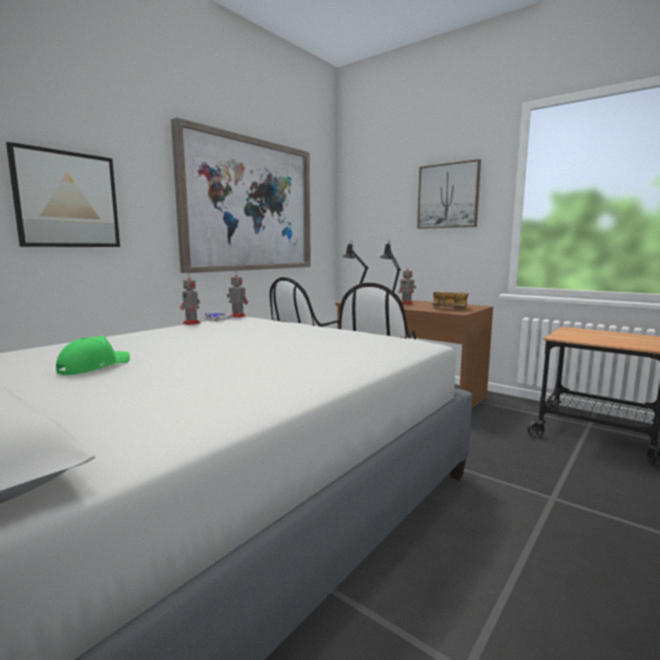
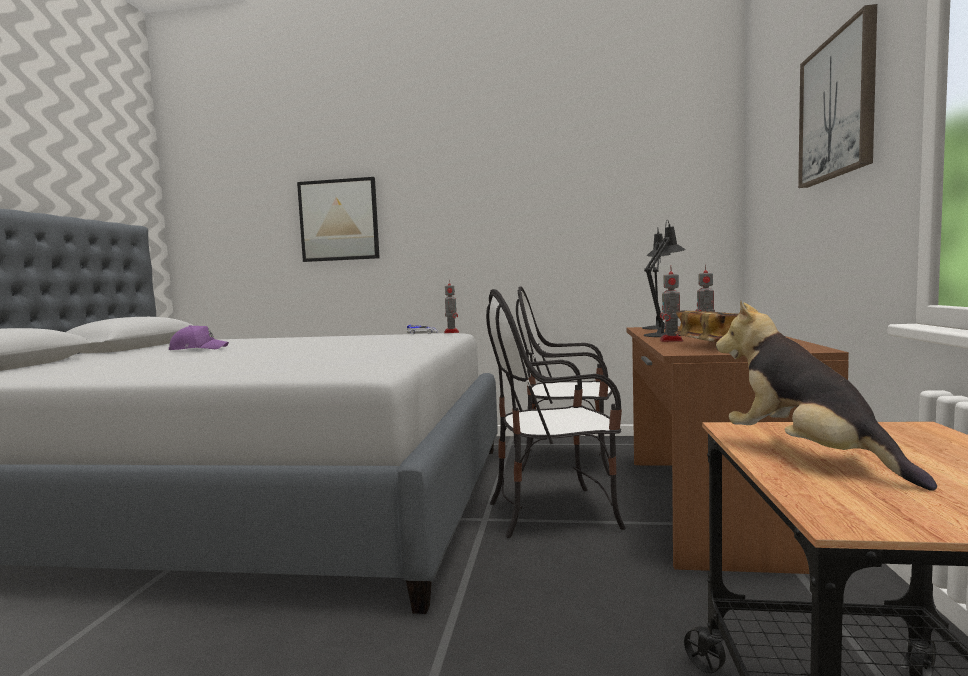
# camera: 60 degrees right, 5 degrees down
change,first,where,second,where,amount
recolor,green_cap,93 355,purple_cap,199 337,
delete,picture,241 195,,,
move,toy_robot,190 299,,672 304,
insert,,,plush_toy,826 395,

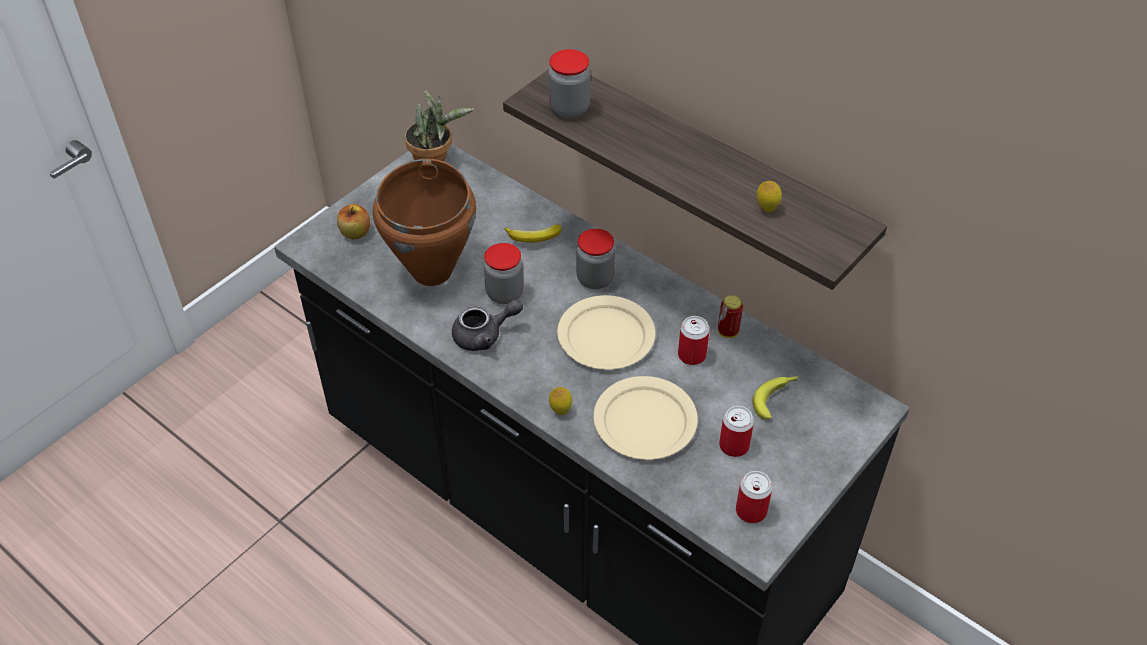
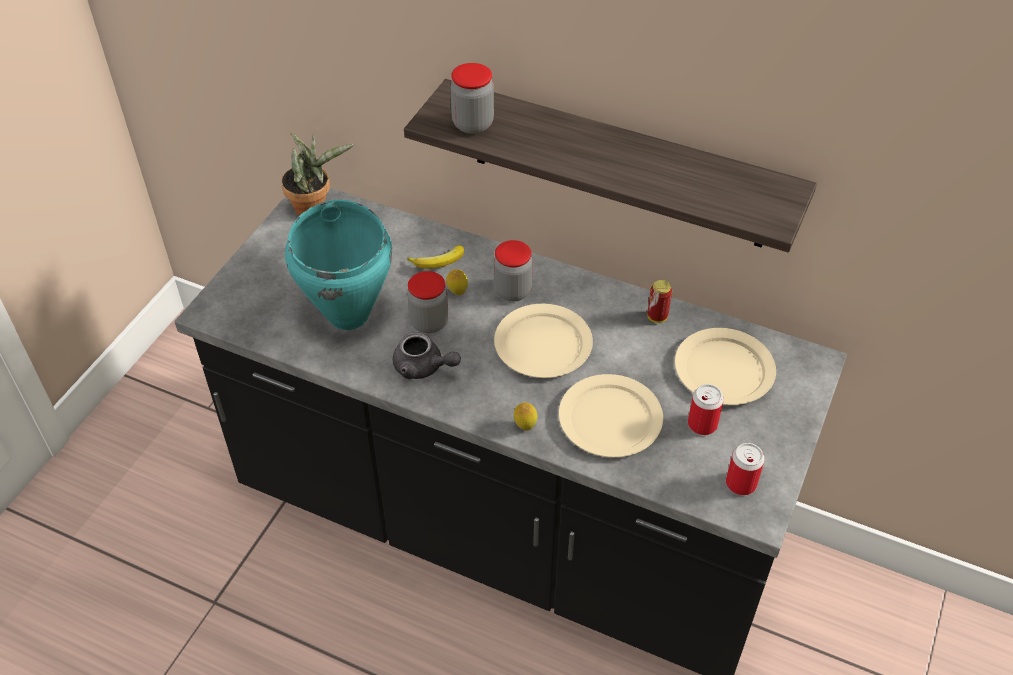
# camera: 15 degrees left, 0 degrees up
change,first,where,second,where,amount
delete,apple,353 221,,,
recolor,brown_cooking_pot,424 222,turquoise_cooking_pot,338 265,
rotate,grey_teapot,487 325,,427 355,60 degrees clockwise
delete,can,694 340,,,
replace,banana,775 398,beige_plate,725 366,
move,lemon,769 196,,457 282,

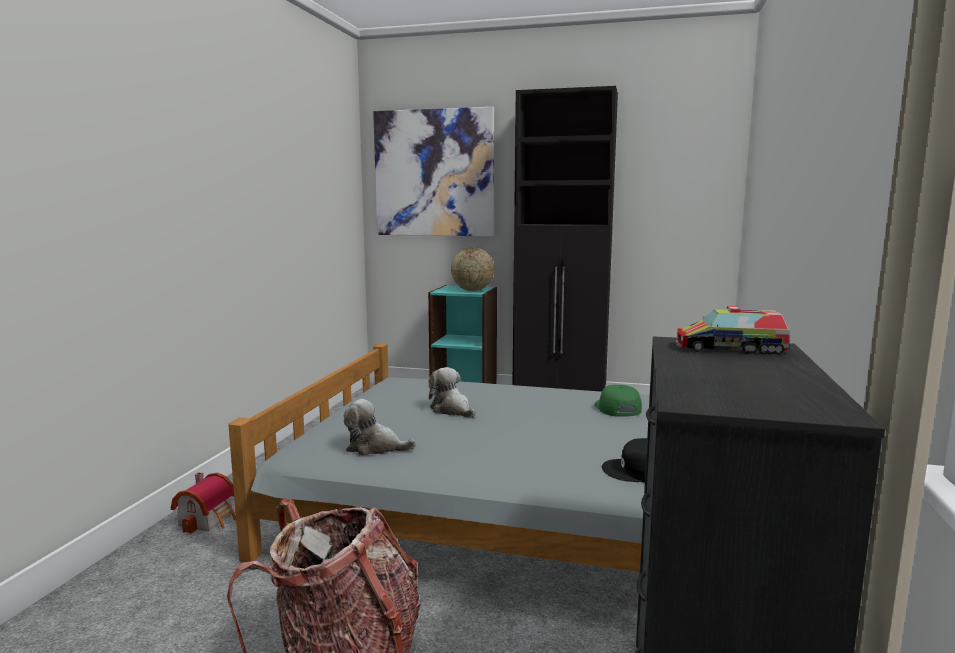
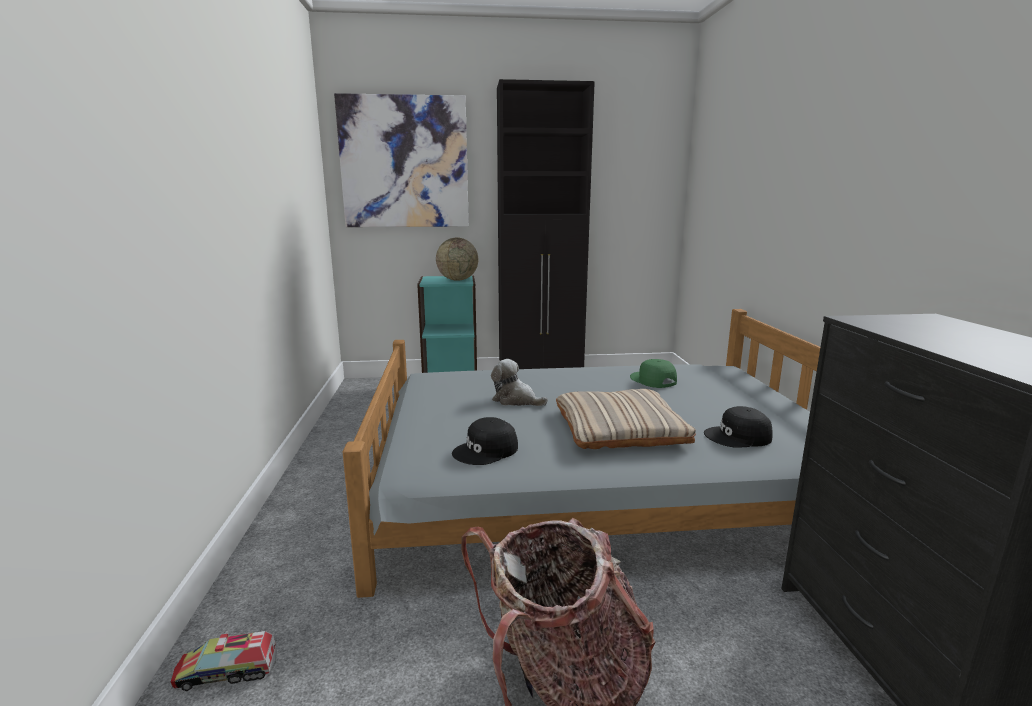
# camera: 20 degrees left, 5 degrees up
change,first,where,second,where,amount
delete,toy_house,203 503,,,
replace,plush_toy,380 427,black_cap,485 441,
move,toy_truck,733 330,,223 661,
insert,,,beige_pillow,626 419,

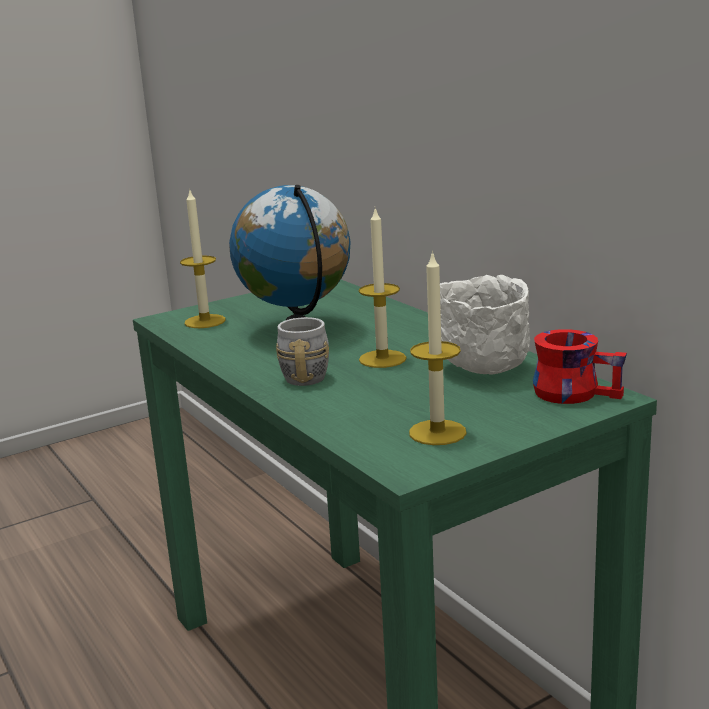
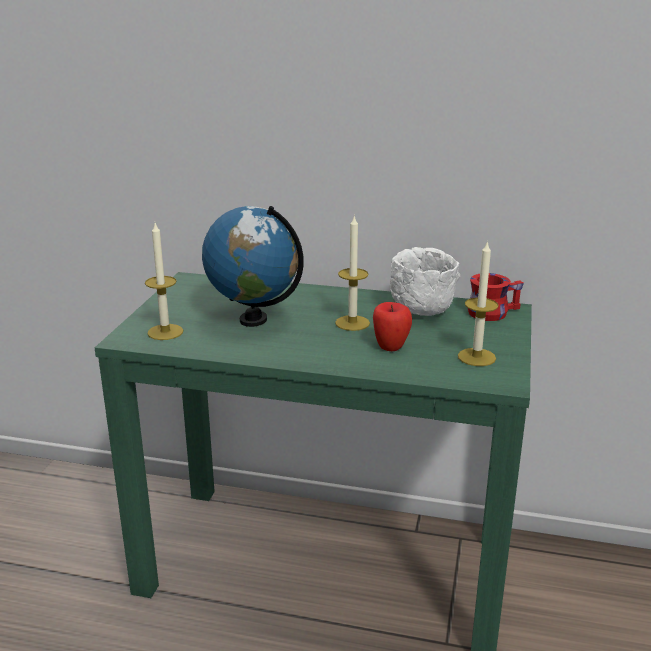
# camera: 45 degrees left, 5 degrees up
change,first,where,second,where,amount
delete,grey_mug,302 351,,,
insert,,,apple,392 326,

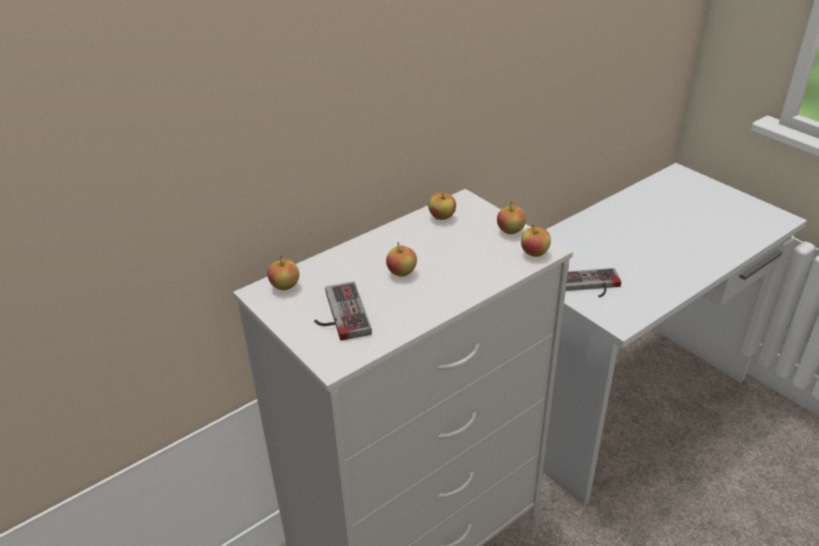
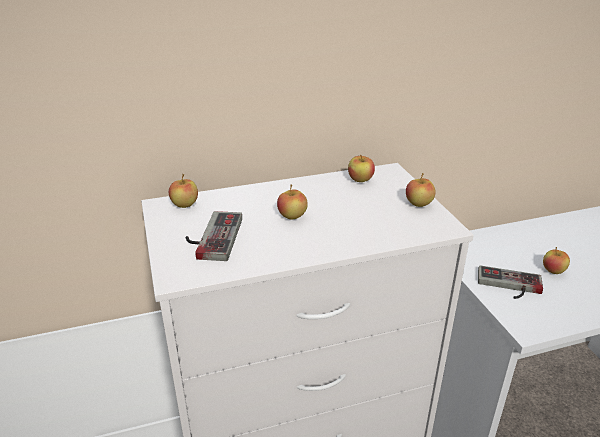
# camera: 20 degrees right, 5 degrees down
change,first,where,second,where,amount
move,apple,536 240,,556 260,

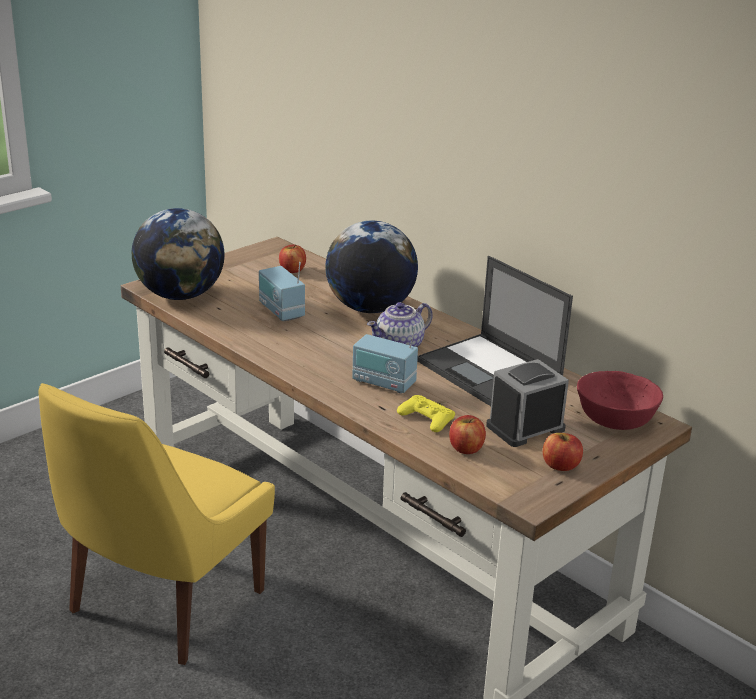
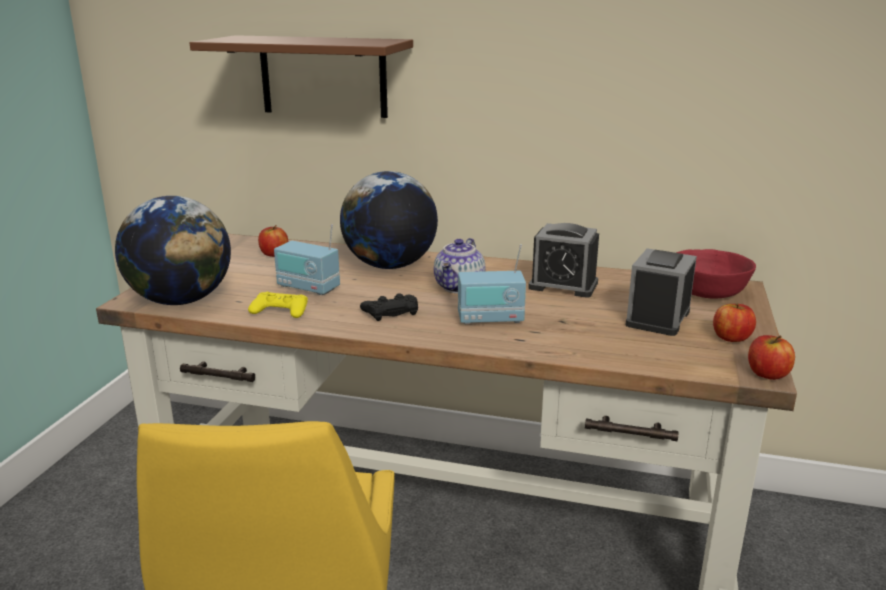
# camera: 30 degrees left, 5 degrees down
change,first,where,second,where,amount
move,yellow_game_controller,426 413,,278 305,
replace,laptop,495 331,alarm_clock,563 260,
move,apple,467 434,,771 357,
insert,,,brown_shelf,301 76,
insert,,,black_game_controller,389 307,

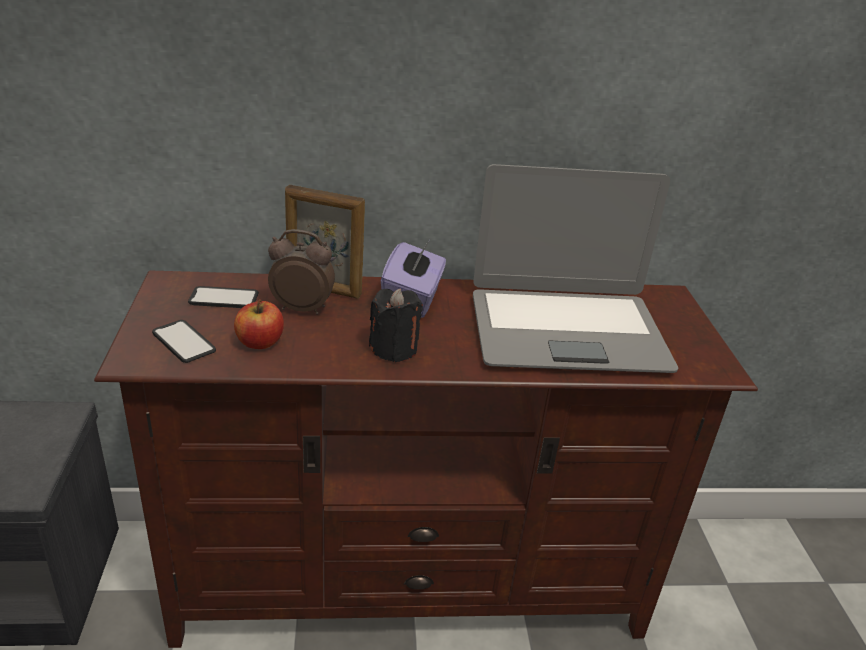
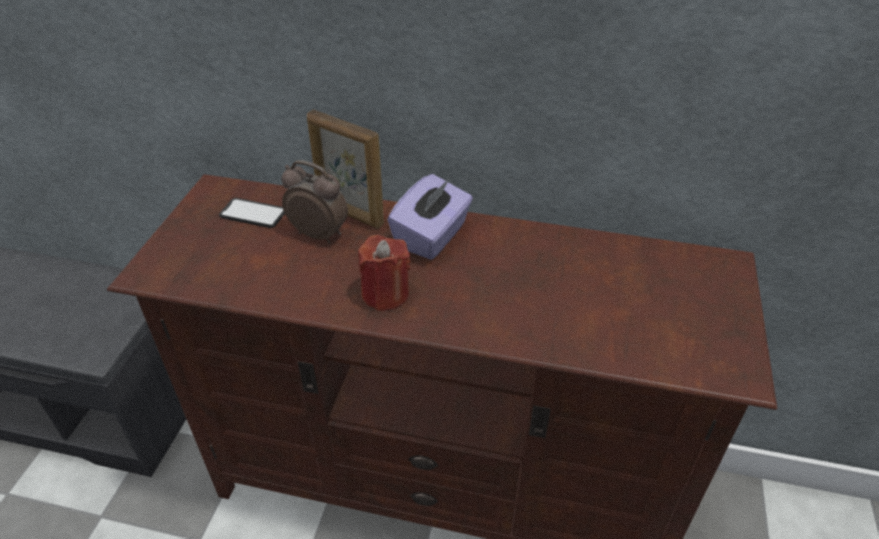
# camera: 20 degrees right, 10 degrees up
change,first,where,second,where,amount
delete,phone,184 341,,,
delete,apple,259 324,,,
recolor,black_candle,396 325,red_candle,384 273,
delete,laptop,575 268,,,

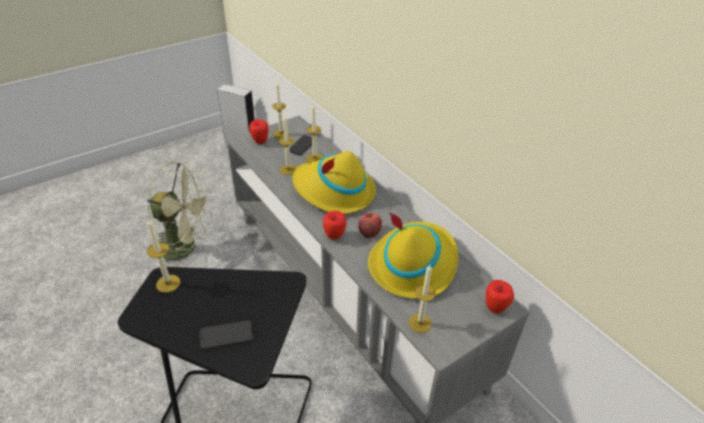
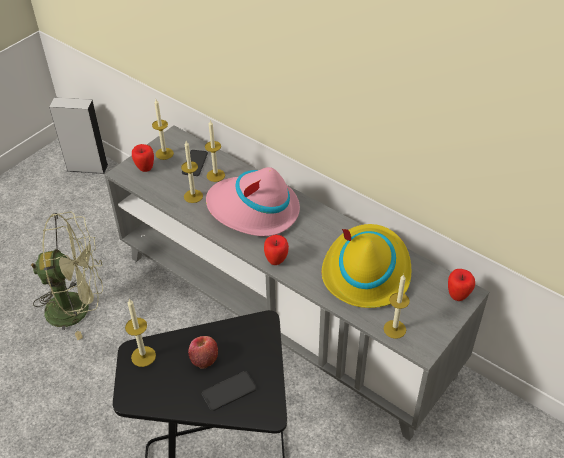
# camera: 15 degrees left, 5 degrees up
change,first,where,second,where,amount
recolor,yellow_hat,334 182,pink_hat,253 201,
move,apple,370 225,,203 352,

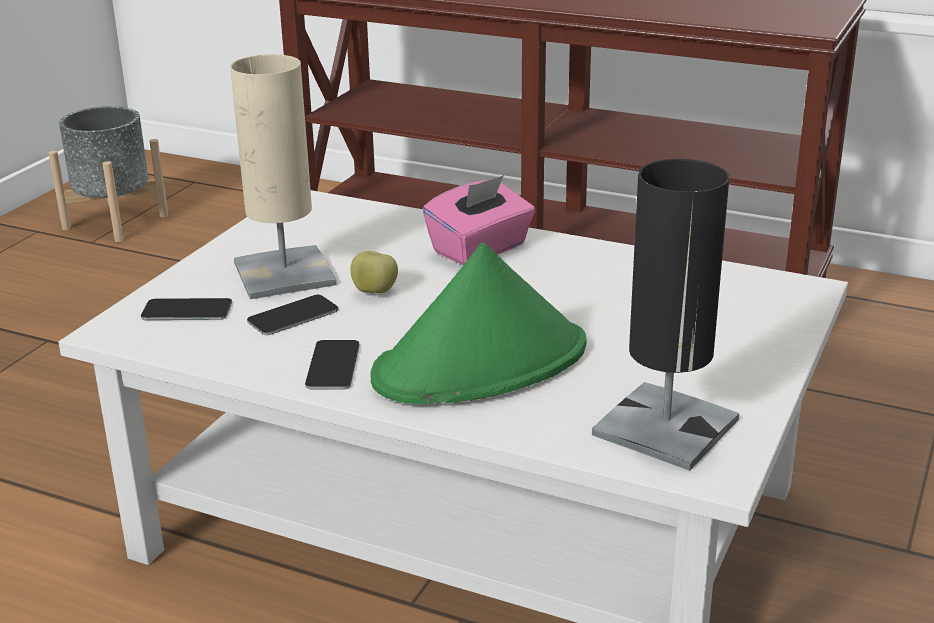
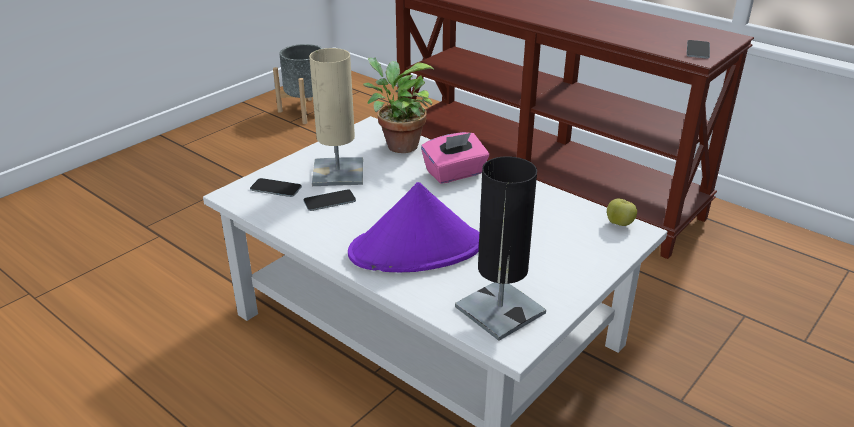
# camera: 15 degrees right, 5 degrees up
change,first,where,second,where,amount
move,phone,332 365,,698 49,
move,apple,374 272,,622 212,
recolor,green_hat,479 323,purple_hat,413 227,
insert,,,potted_plant,399 105,

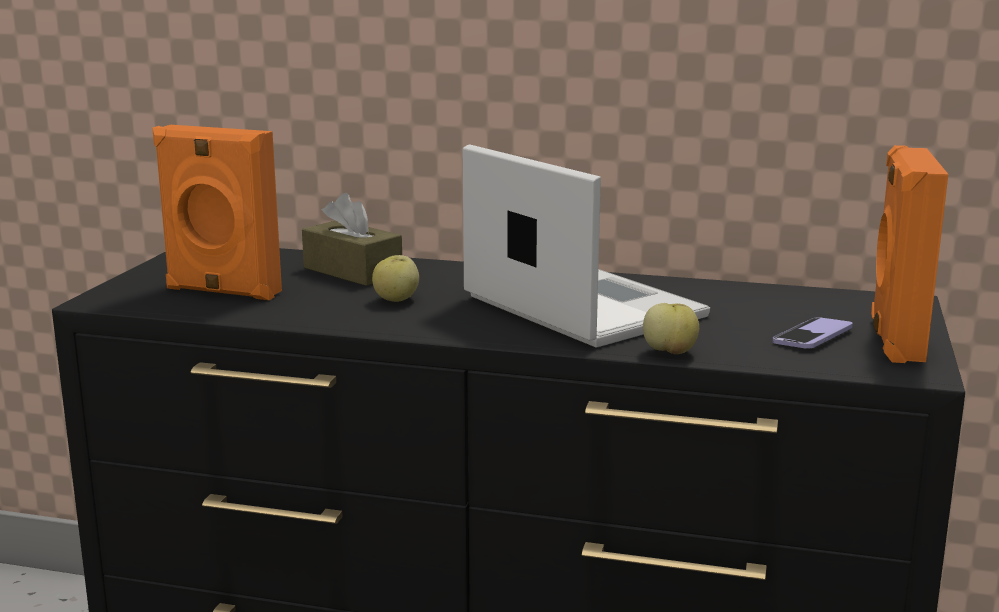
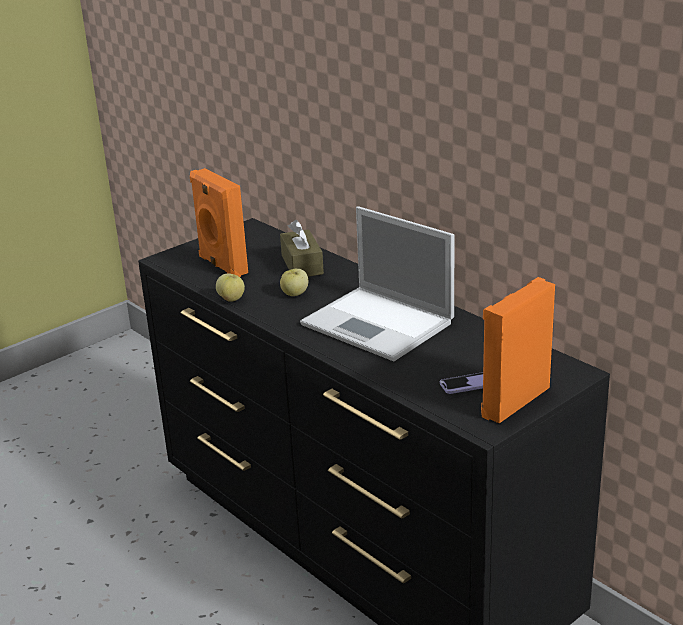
# camera: 35 degrees right, 10 degrees up
change,first,where,second,where,amount
rotate,laptop,586 246,,377 283,135 degrees clockwise
move,apple,671 328,,230 287,

